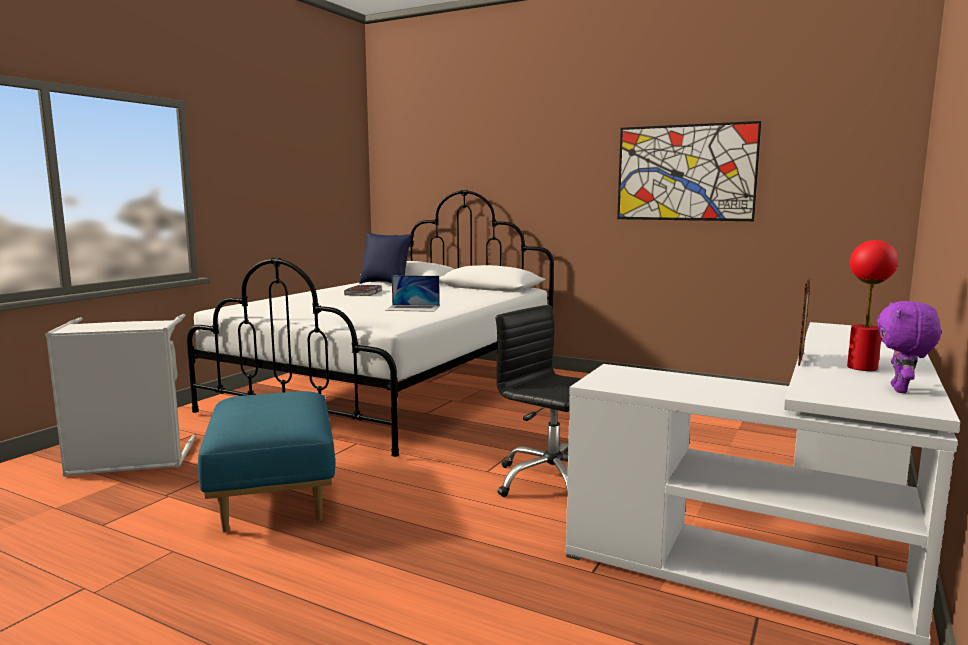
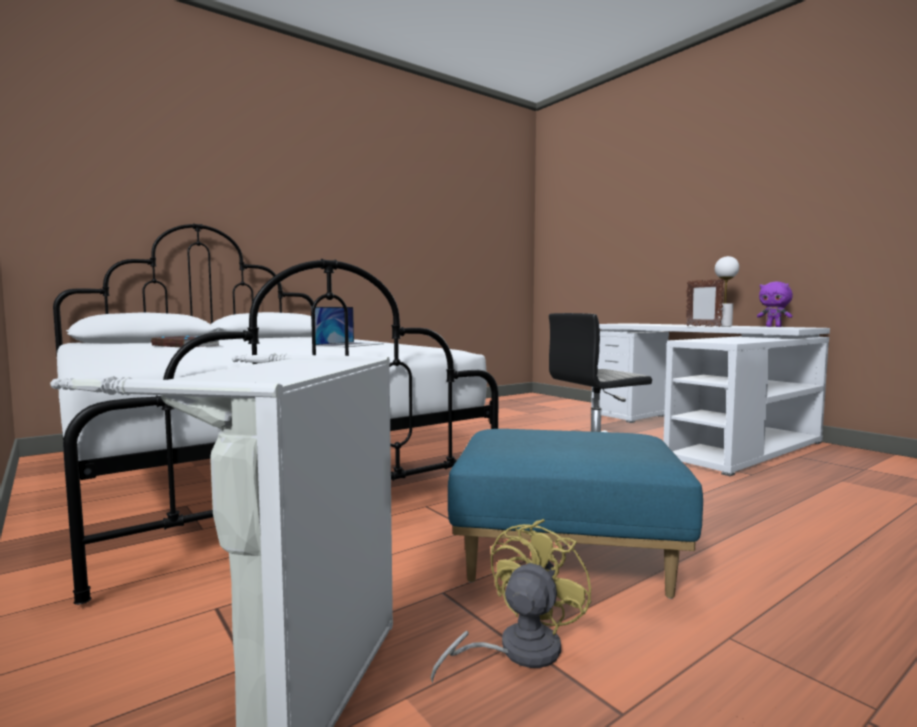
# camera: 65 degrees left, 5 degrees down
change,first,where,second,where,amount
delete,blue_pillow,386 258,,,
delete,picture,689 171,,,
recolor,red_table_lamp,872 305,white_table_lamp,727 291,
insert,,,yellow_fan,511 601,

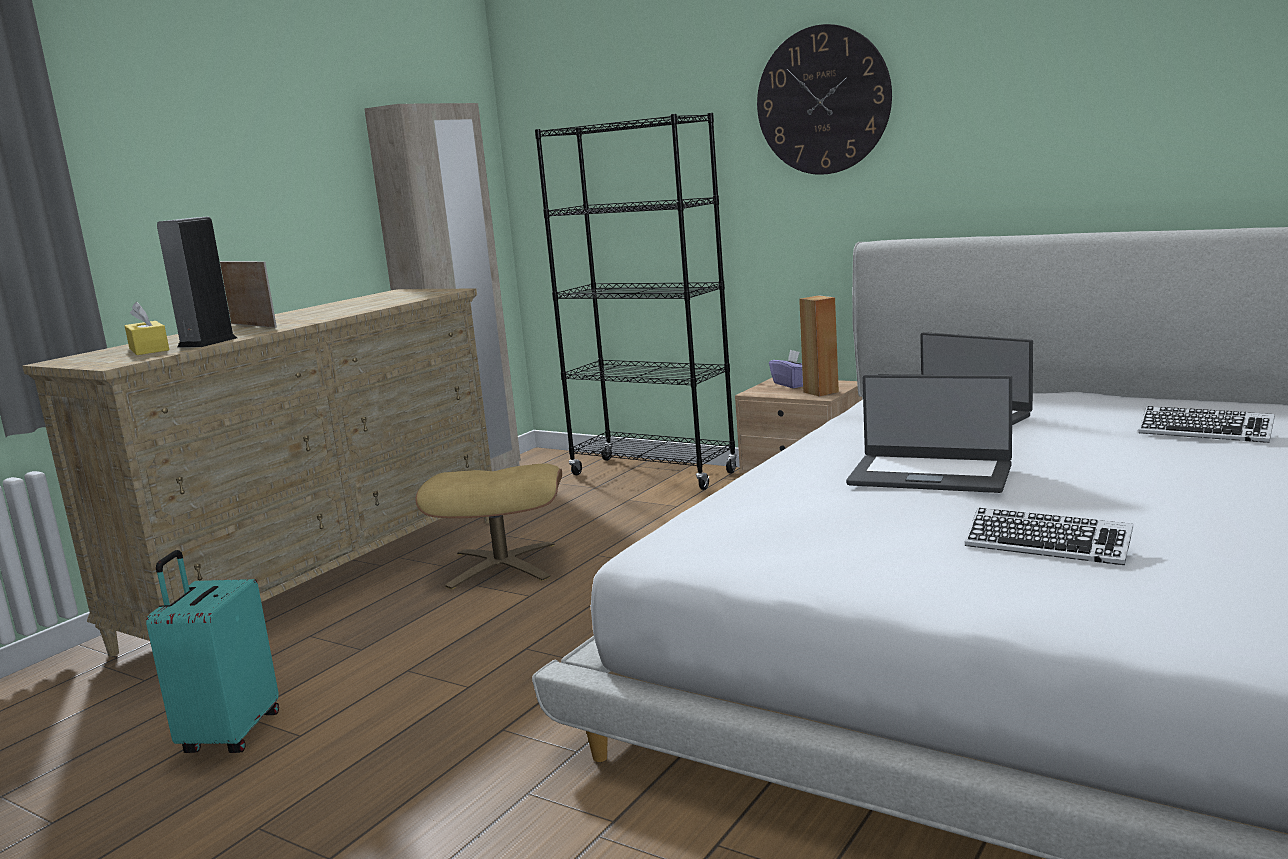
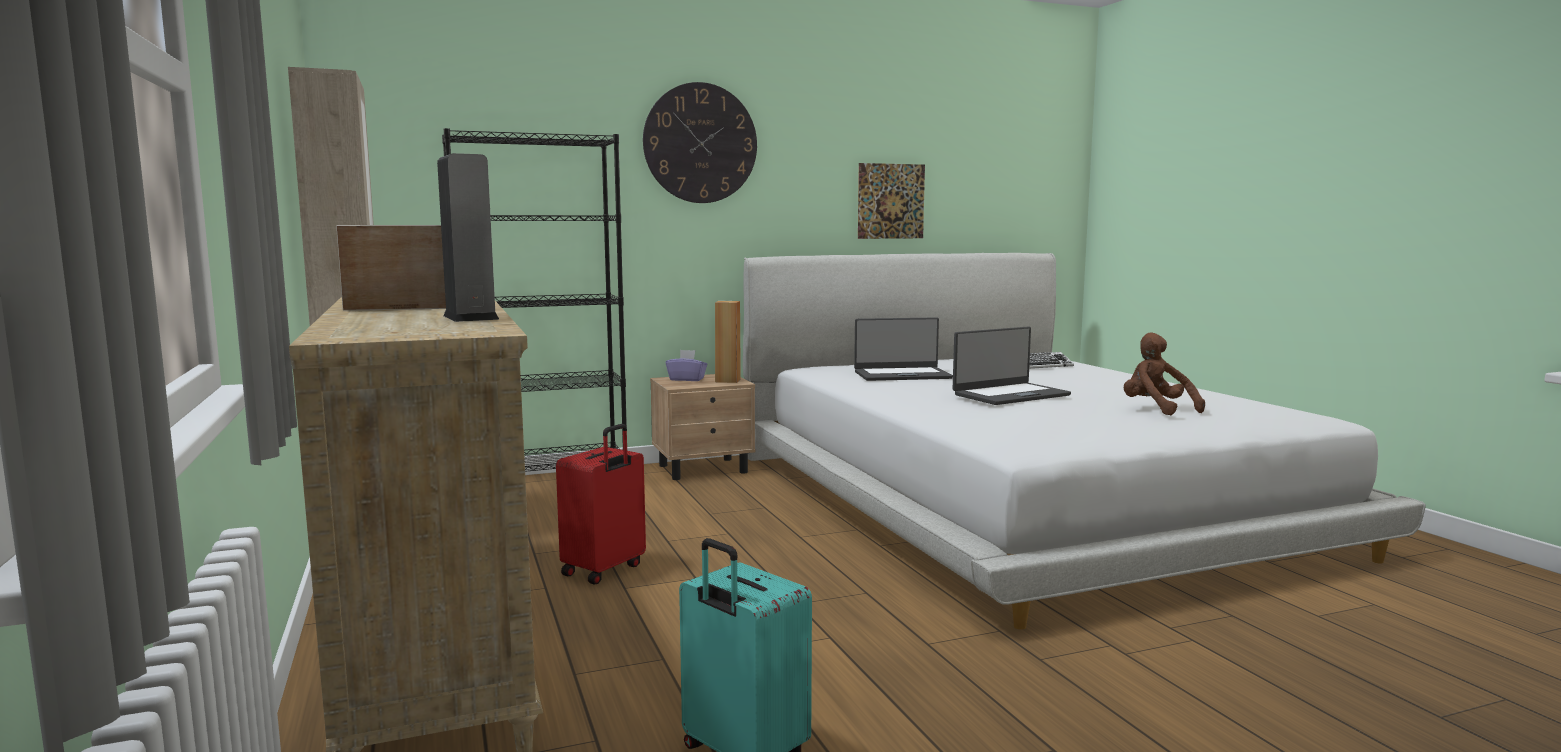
# camera: 55 degrees left, 5 degrees down
change,first,where,second,where,amount
delete,yellow_tissue_box,147 328,,,
replace,beige_ottoman,489 526,red_suitcase,601 504,
replace,keyboard,1049 536,brown_plush_toy,1164 374,
insert,,,picture,891 201,

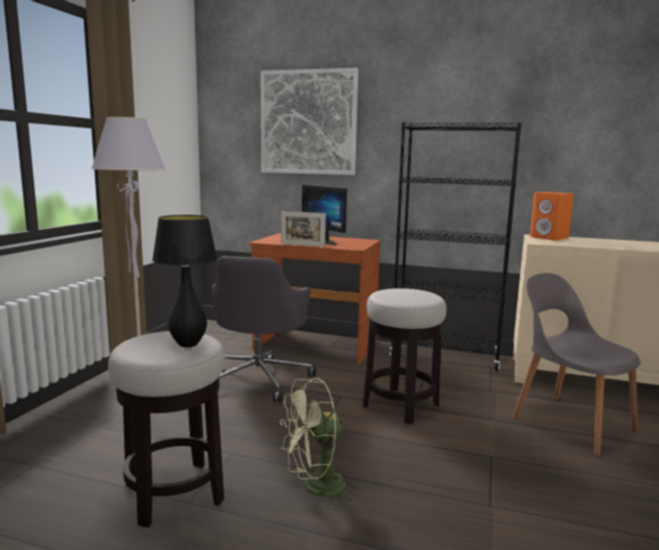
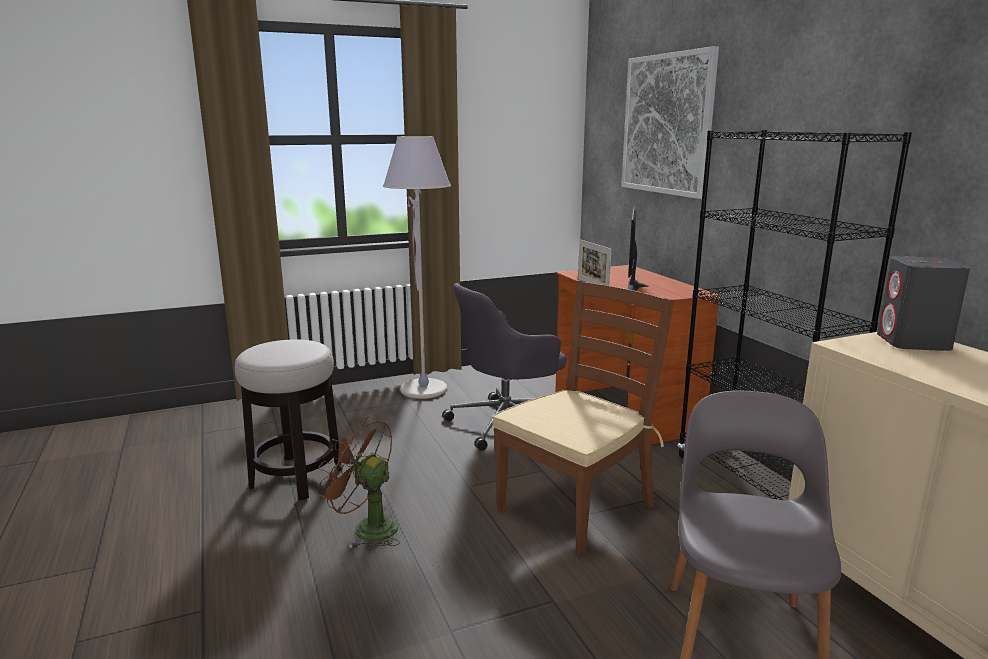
# camera: 50 degrees right, 5 degrees up
change,first,where,second,where,amount
delete,black_table_lamp,184 281,,,
recolor,green_fan,320 443,brown_fan,358 484,
replace,stool,405 356,brown_chair,583 418,
recolor,orange_speaker,552 216,grey_speaker,923 303,

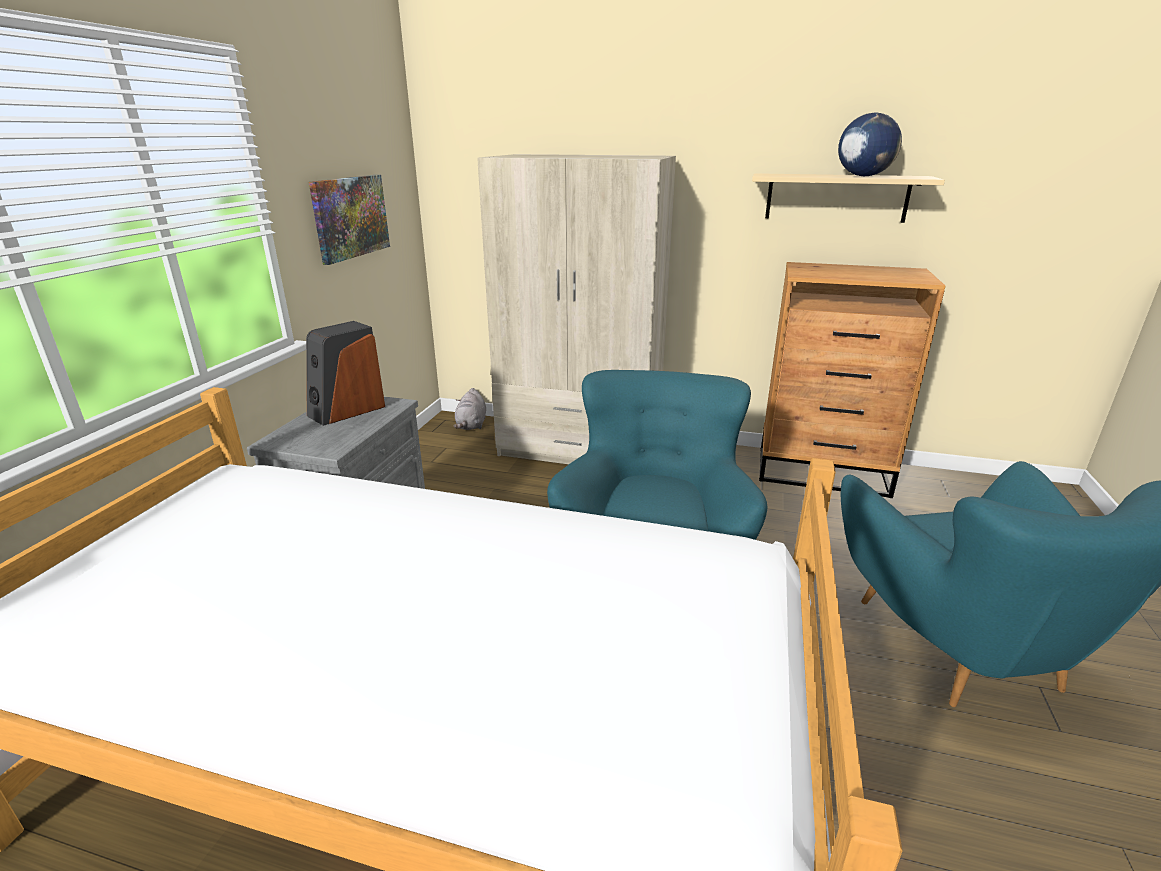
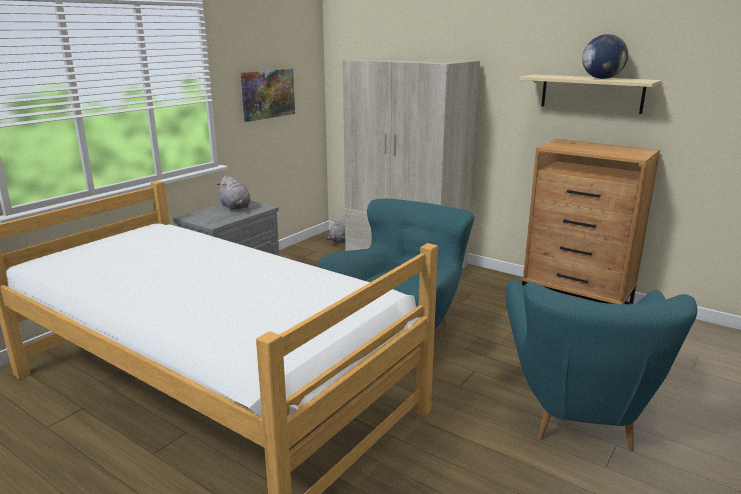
# camera: 20 degrees right, 5 degrees down
change,first,where,second,where,amount
replace,speaker,345 373,grey_plush_toy,234 193,

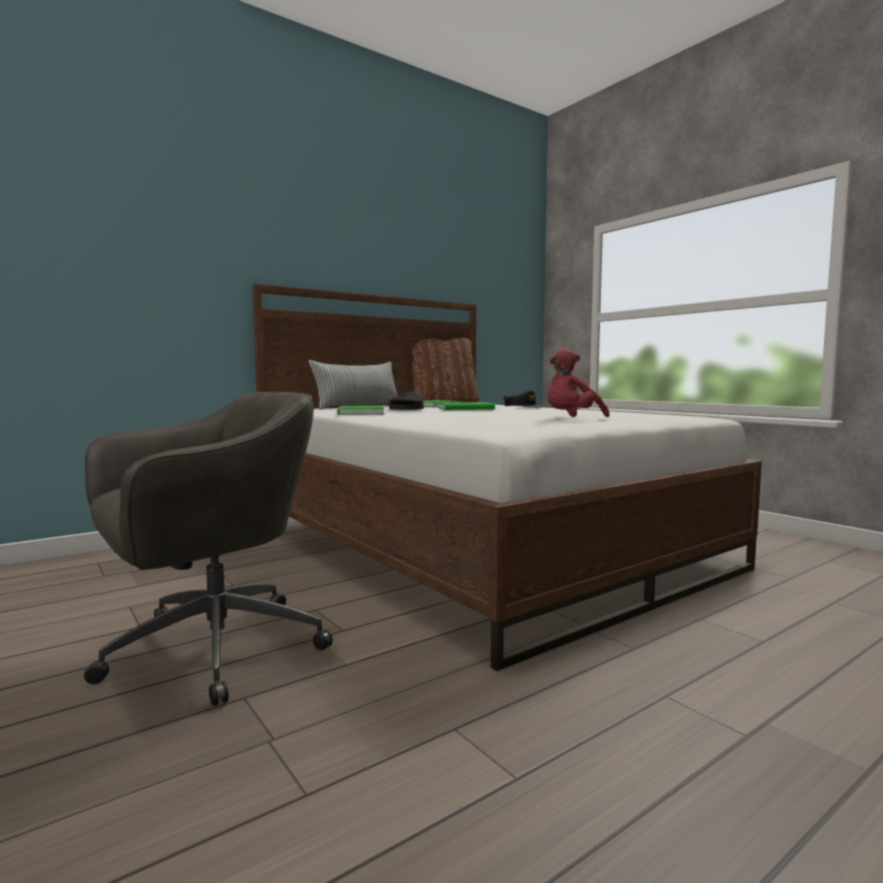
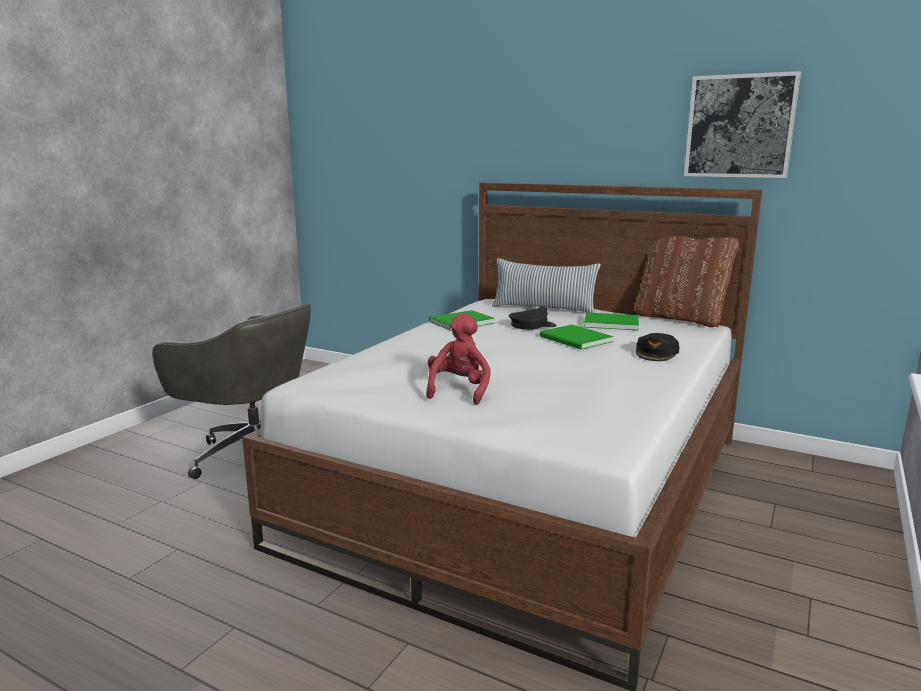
# camera: 65 degrees right, 10 degrees up
change,first,where,second,where,amount
rotate,red_plush_toy,578 382,,458 359,75 degrees clockwise
insert,,,picture,742 124,

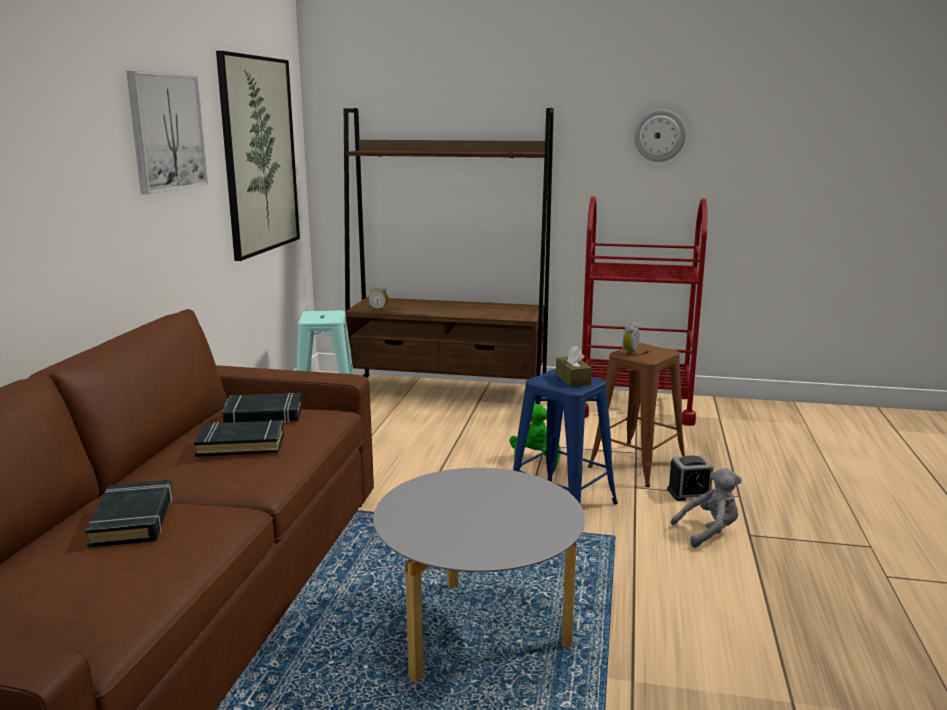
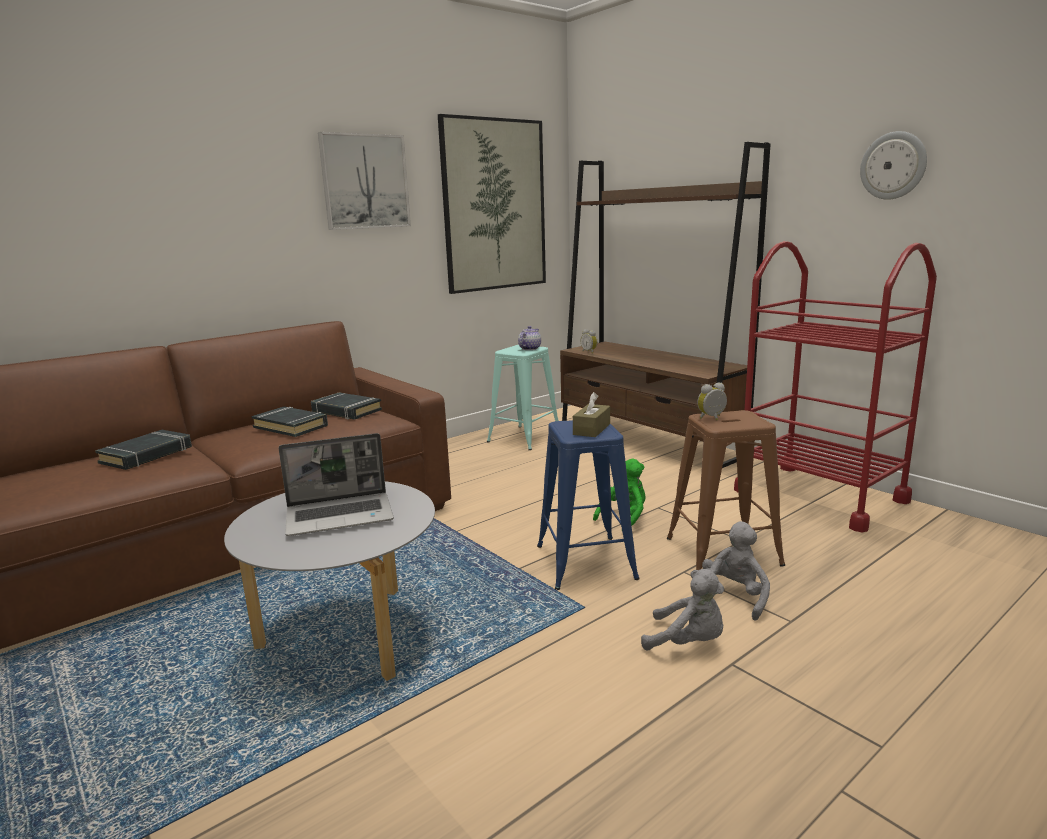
# camera: 40 degrees right, 0 degrees up
change,first,where,second,where,amount
replace,alarm_clock,690 478,grey_plush_toy,736 571,
insert,,,laptop,336 484,
insert,,,teapot,529 338,

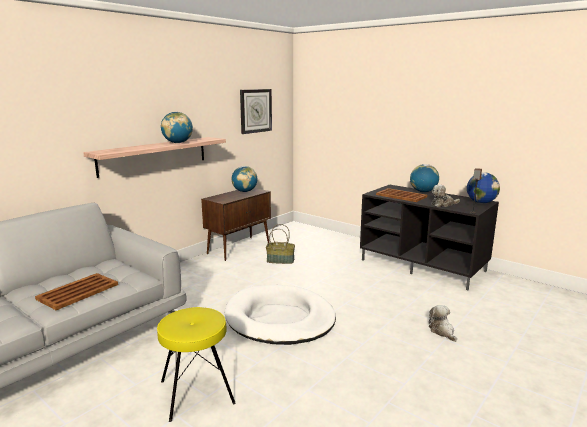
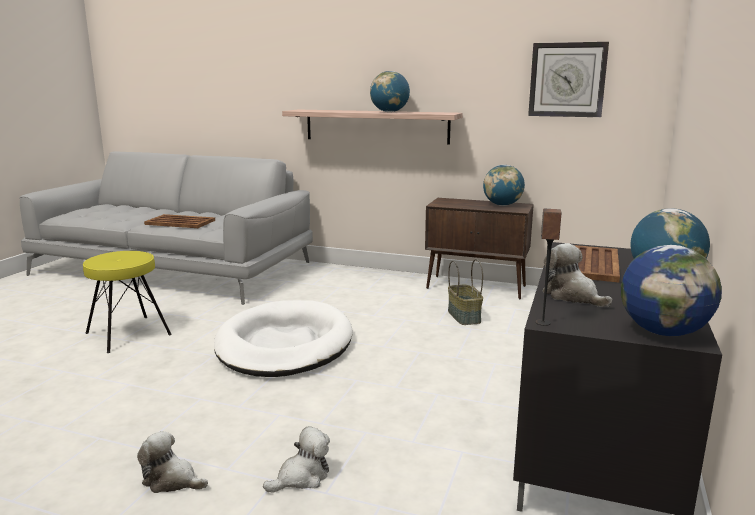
# camera: 70 degrees right, 0 degrees up
change,first,where,second,where,amount
insert,,,plush_toy,172 462,

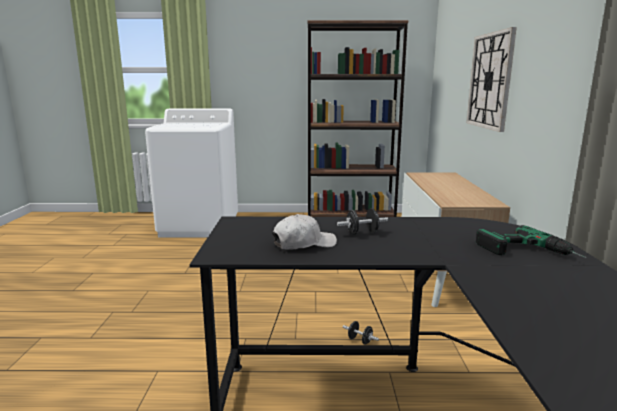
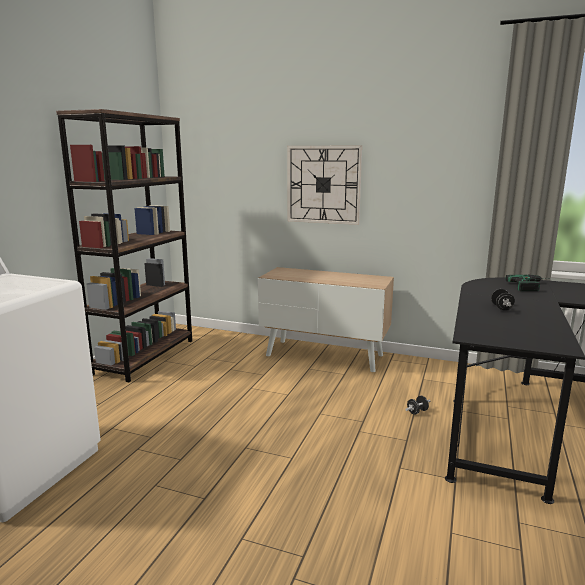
# camera: 70 degrees left, 0 degrees up
change,first,where,second,where,amount
delete,white_cap,305 232,,,

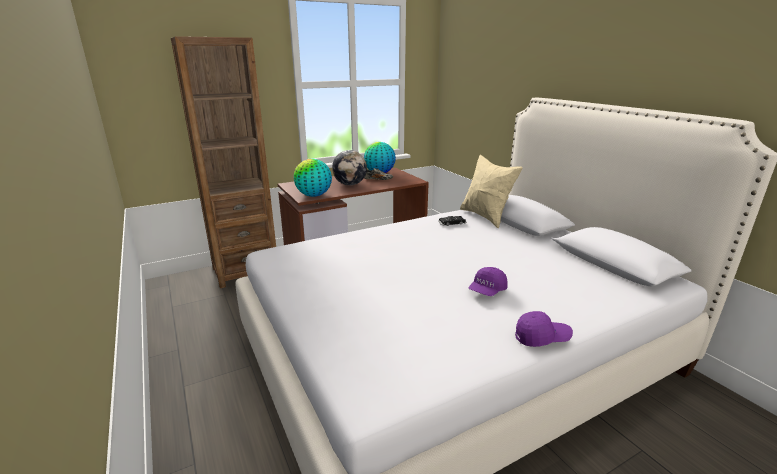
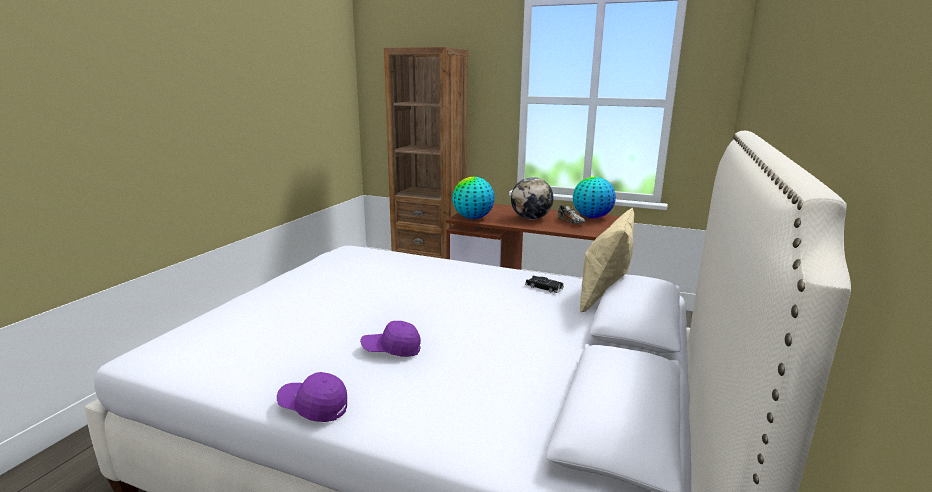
# camera: 50 degrees right, 5 degrees down
change,first,where,second,where,amount
rotate,purple_cap,544 329,,312 397,150 degrees clockwise

